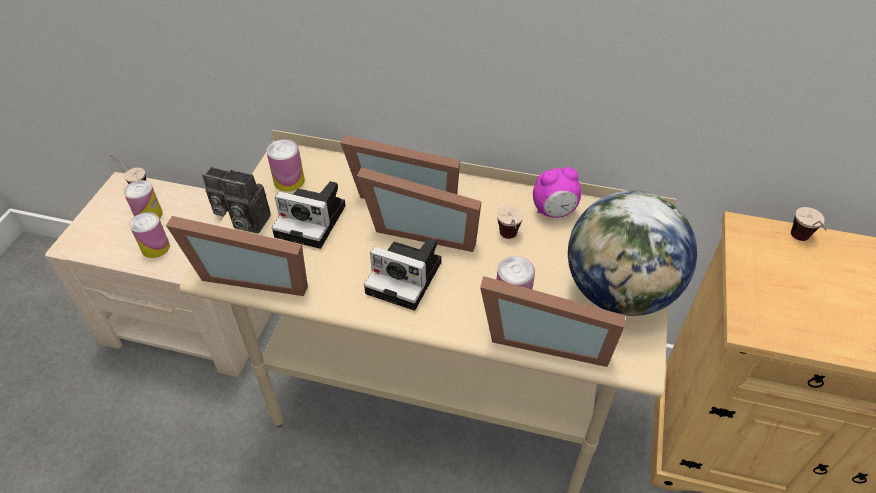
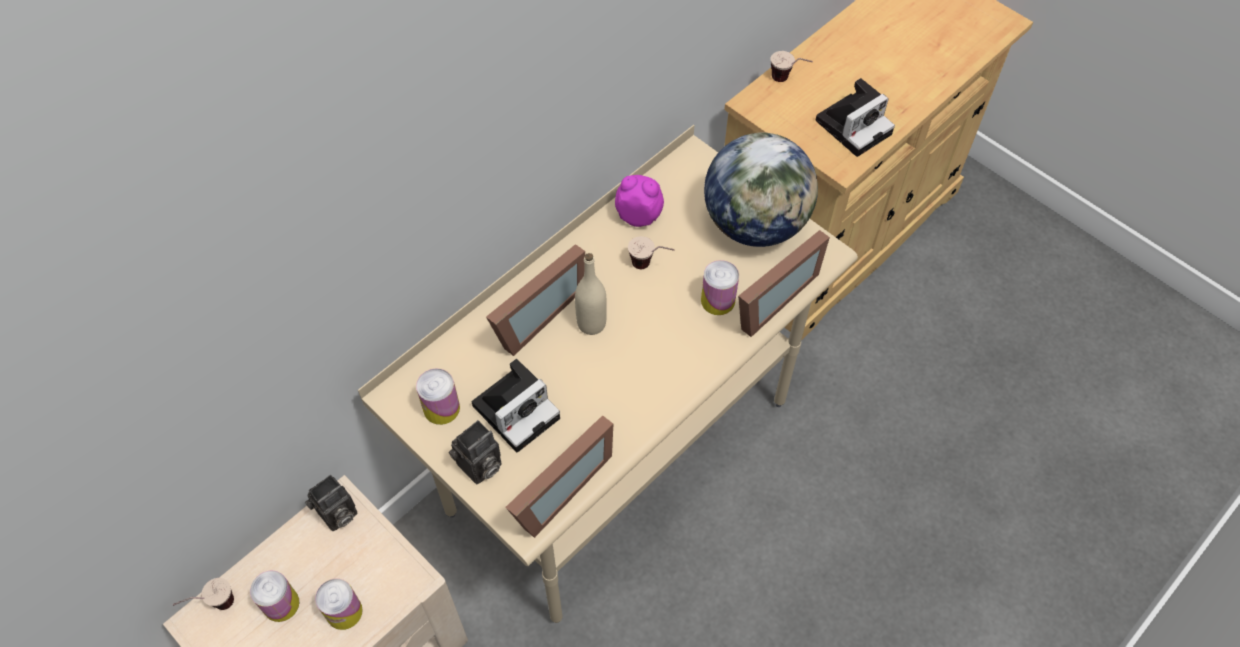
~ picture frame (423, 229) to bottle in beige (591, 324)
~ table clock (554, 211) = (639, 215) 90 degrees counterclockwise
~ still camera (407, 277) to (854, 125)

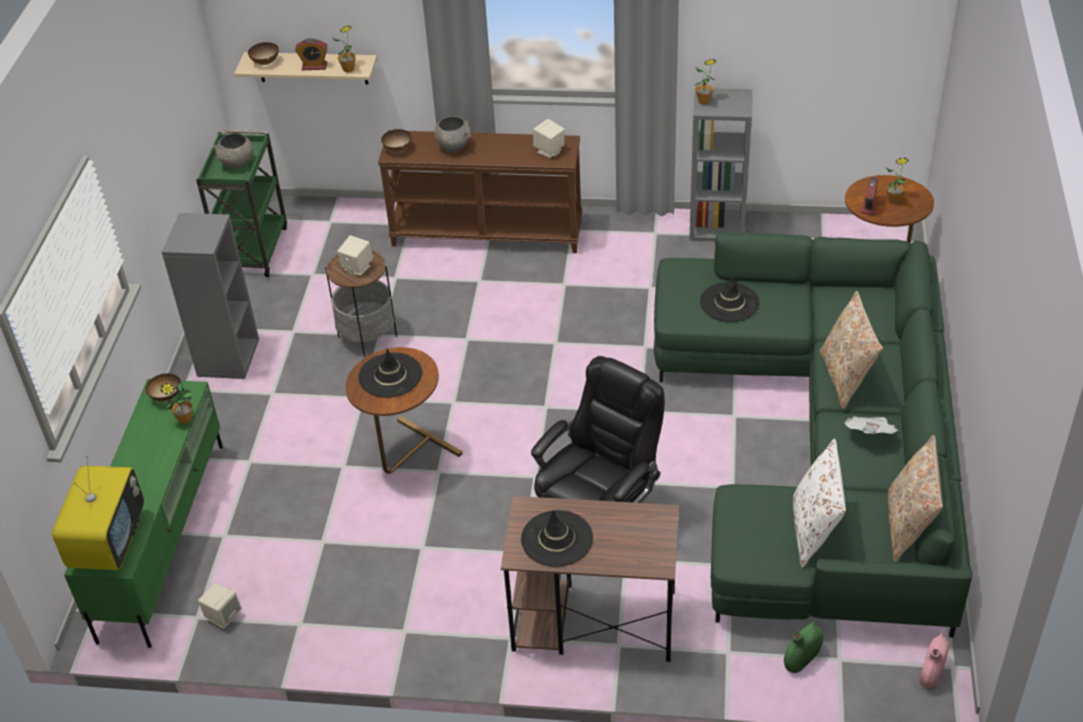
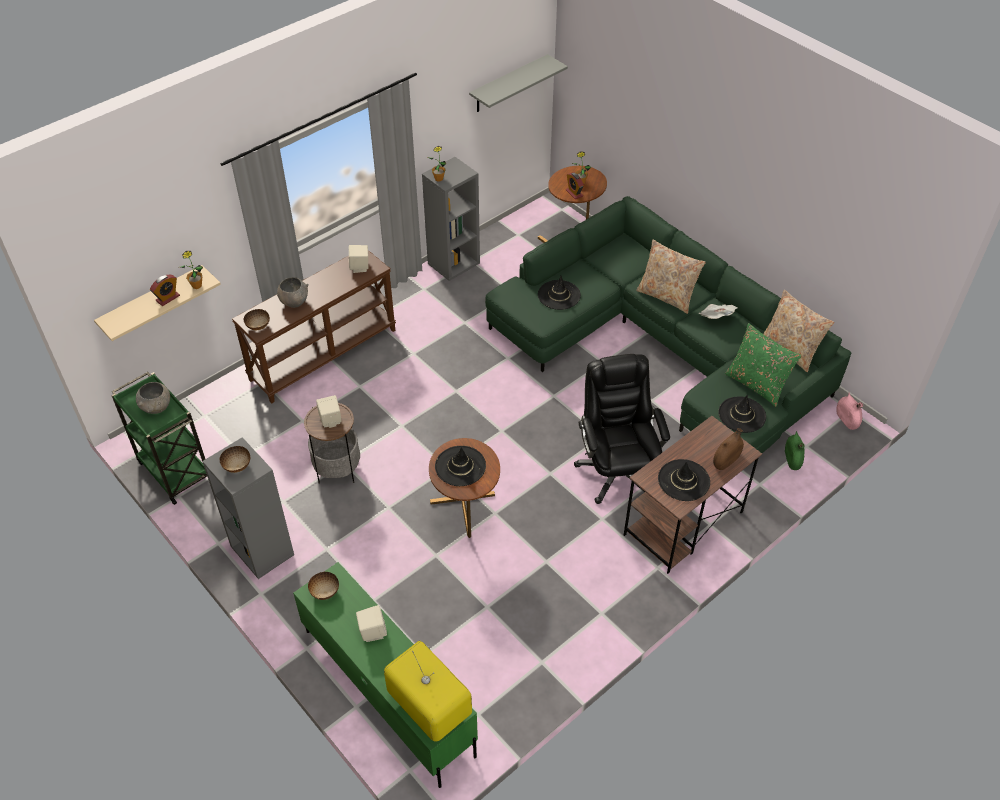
~ deep dish (265, 62) to (236, 466)
- houseplant (185, 419)
~ throw pillow in white-coloured (814, 530) to throw pillow in green-coloured (756, 384)
~ speaker in beige (223, 616) to (372, 632)
+ bracket shelf in greyish (509, 84)
+ wearable hat in black (742, 415)
+ vase in brown-coloured (726, 460)

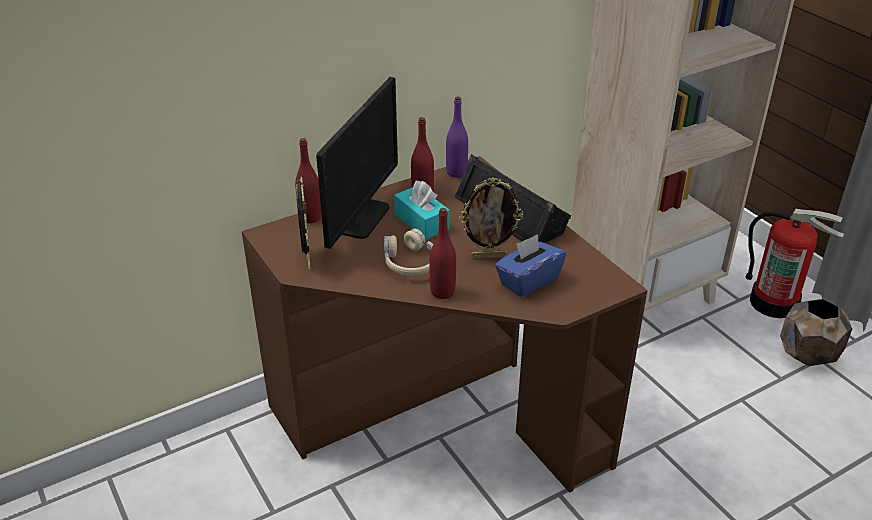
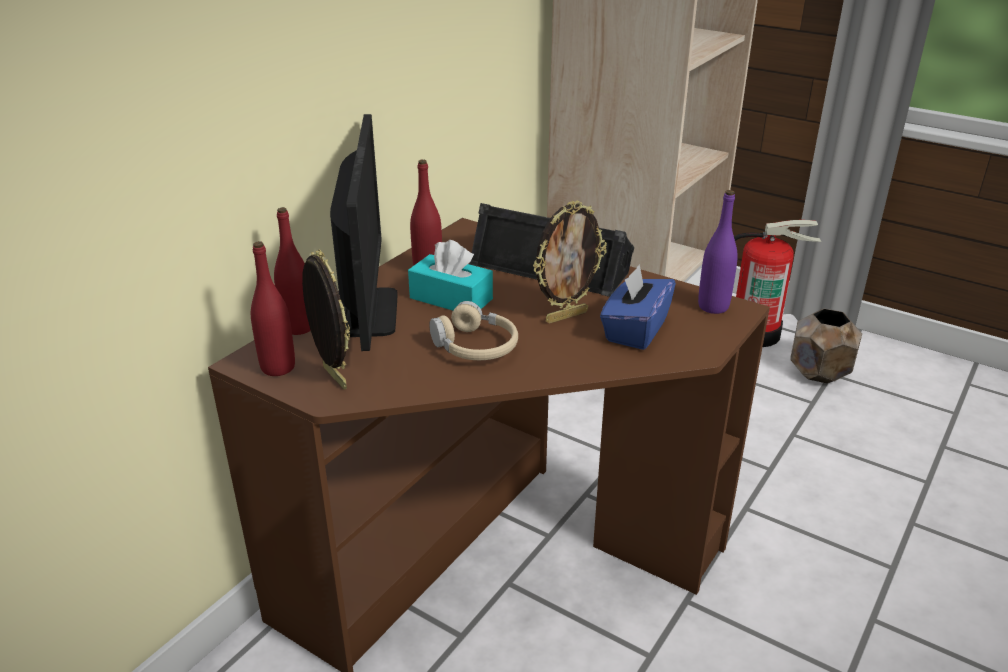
~ bottle in purplish (456, 172) to (713, 307)
~ bottle in red-coloured (442, 292) to (278, 367)

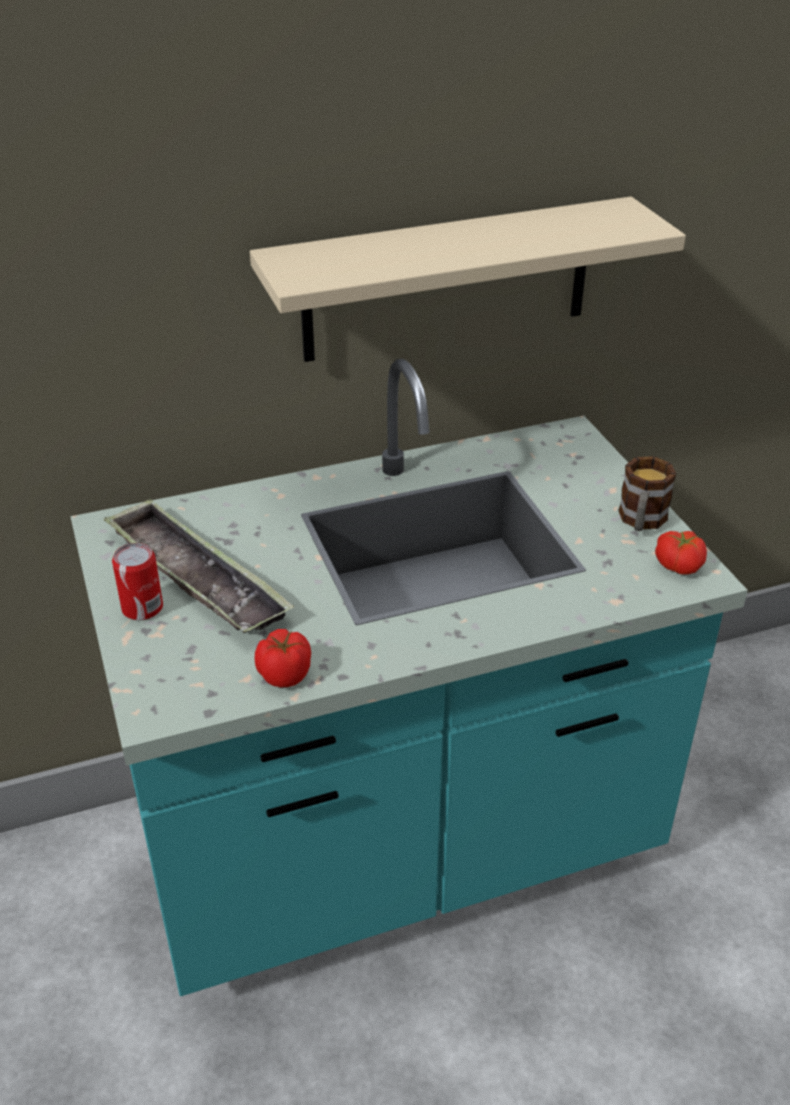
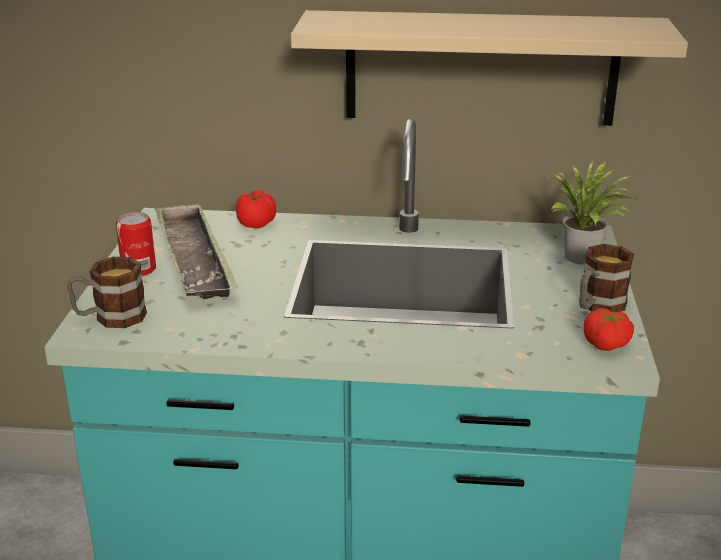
~ whole tomato (286, 674) to (257, 224)
+ houseplant (583, 259)
+ mug (110, 318)

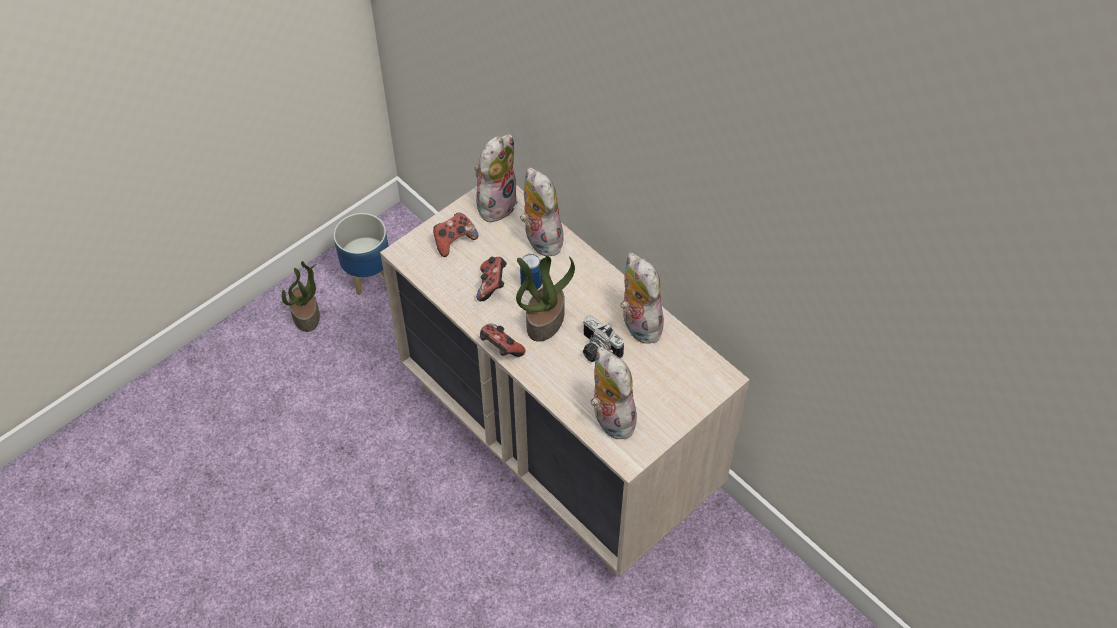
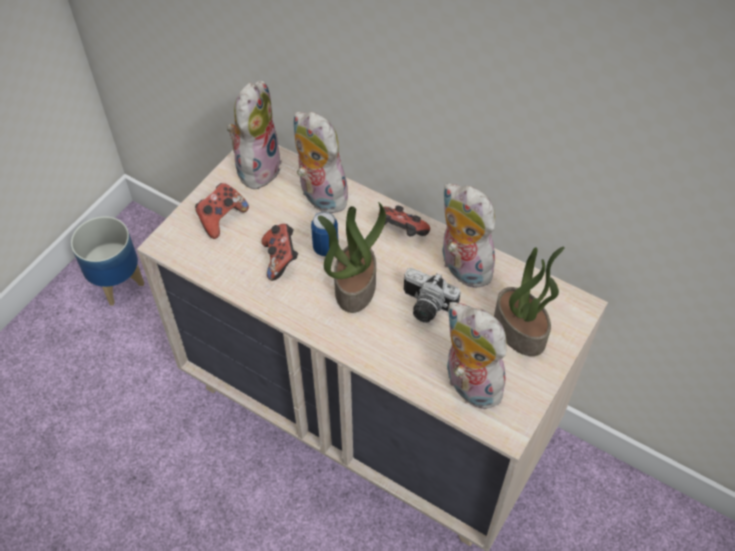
~ houseplant (306, 315) to (521, 330)
~ joypad (500, 349) to (401, 232)

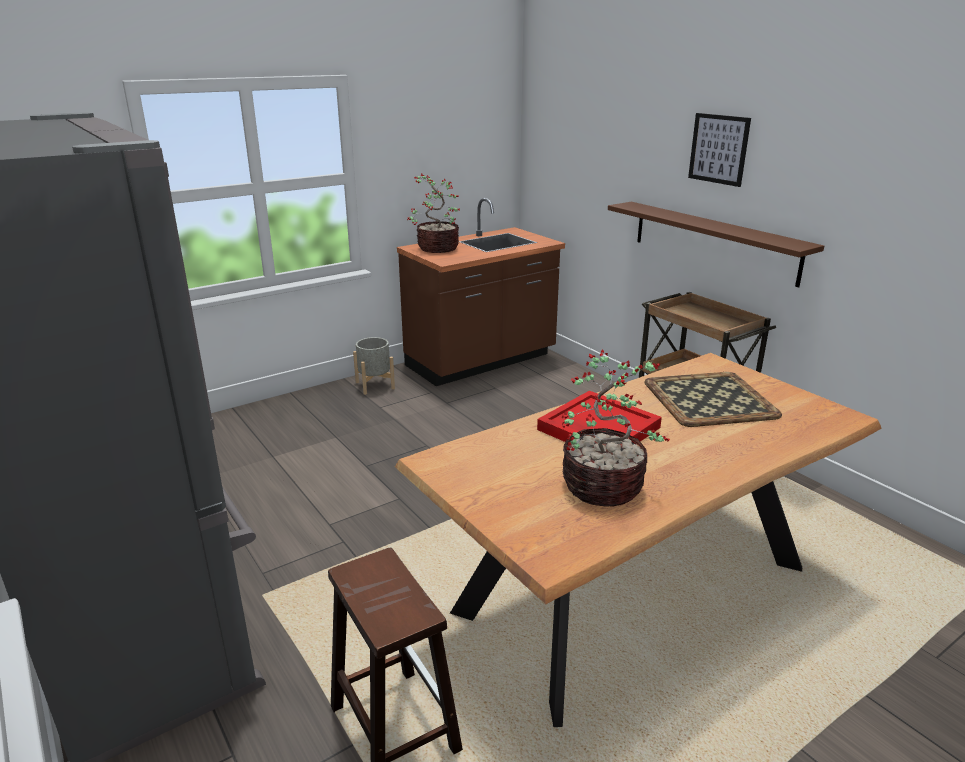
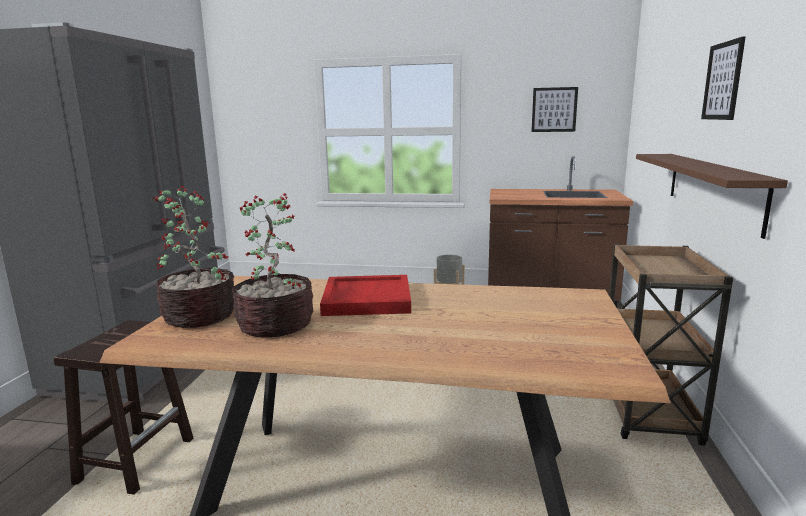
~ houseplant (436, 248) to (198, 315)
- tray (710, 399)
+ wall picture (554, 109)

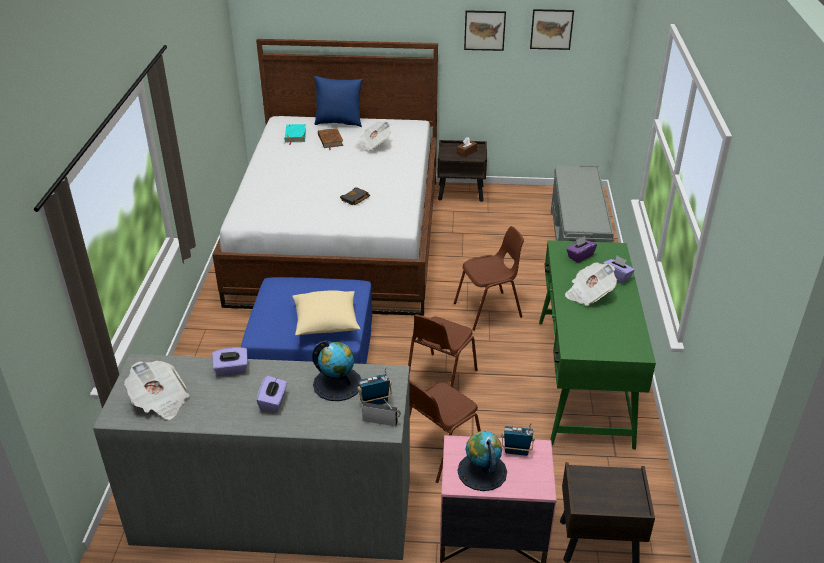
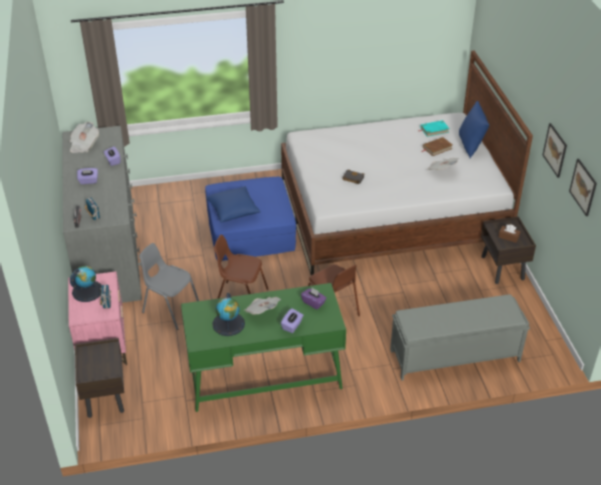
~ throw pillow in beige (326, 323) to throw pillow in blue-coloured (233, 211)
~ globe (337, 384) to (228, 324)
~ upright chair in brown-coloured (439, 451) to upright chair in greyish (170, 309)

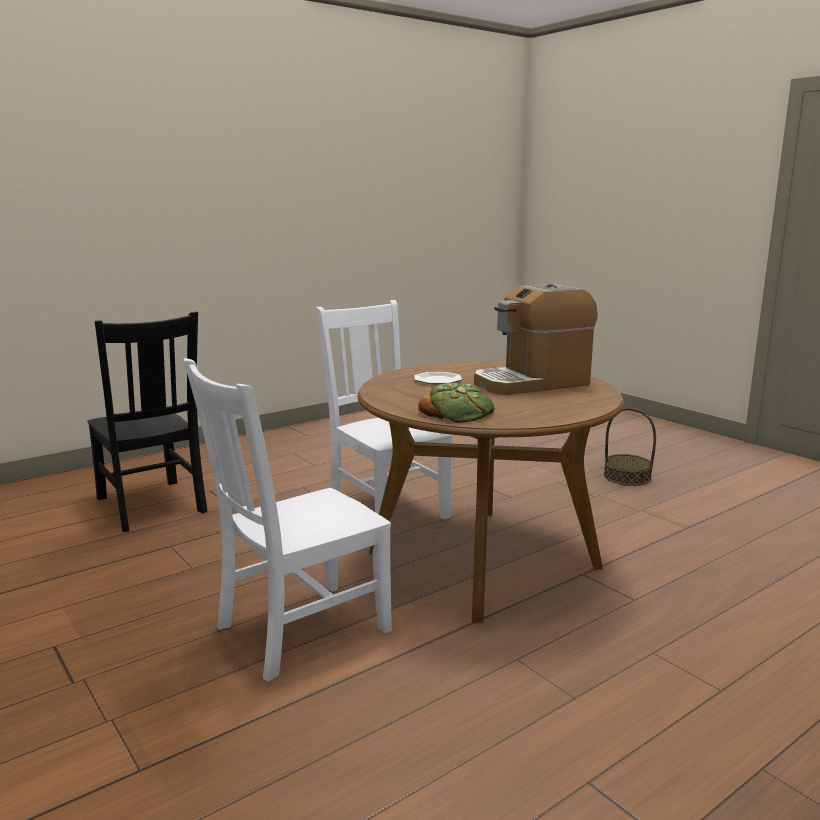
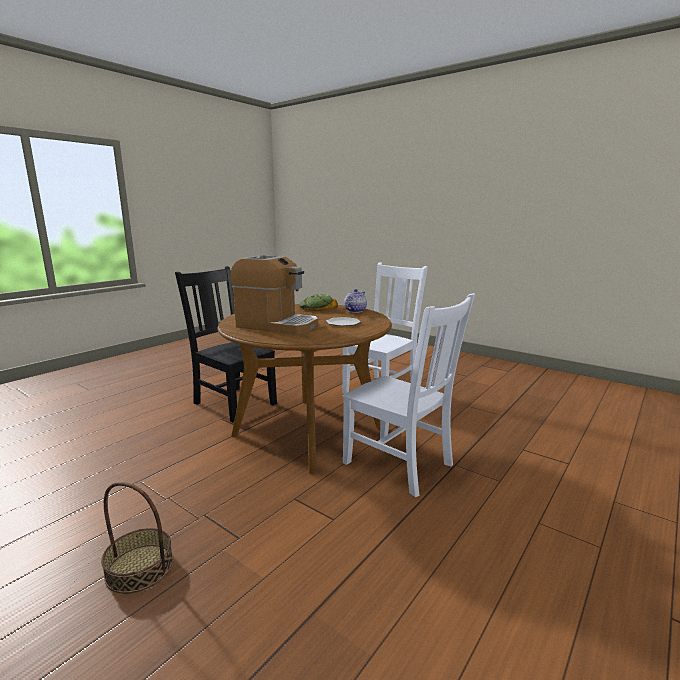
~ coffee brewer (531, 383) = (277, 325) 60 degrees clockwise
~ upright chair in black (152, 506) to (233, 402)
+ teapot (355, 311)

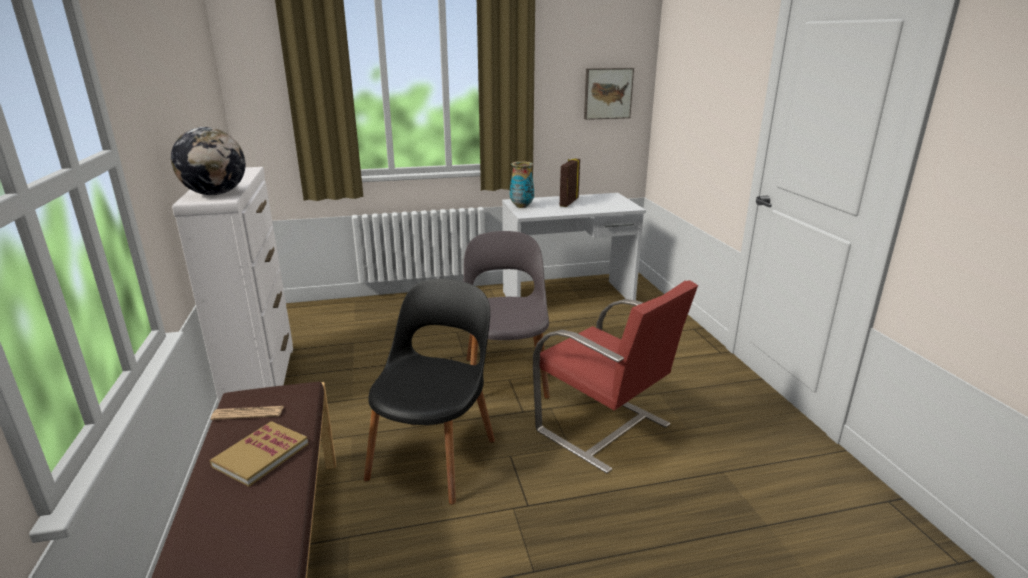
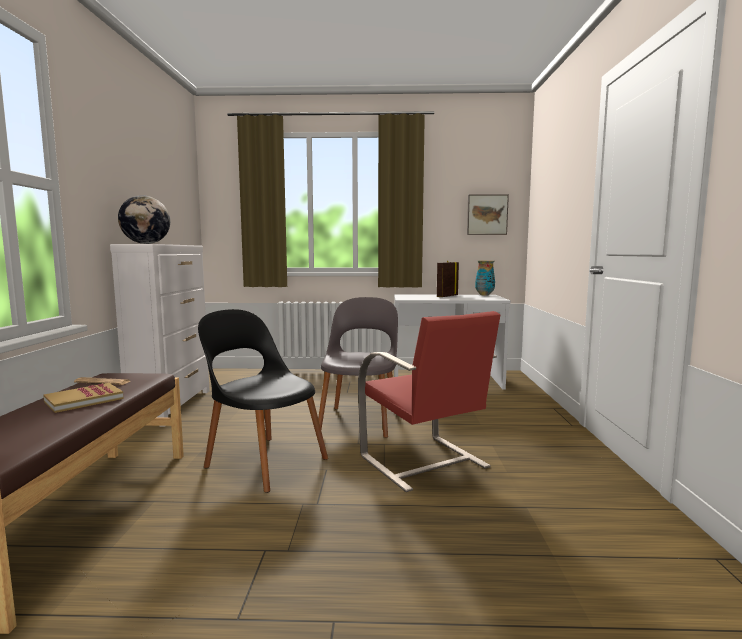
~ vase (521, 206) to (484, 295)
~ upright chair in black (435, 455) = (263, 461) 90 degrees counterclockwise

